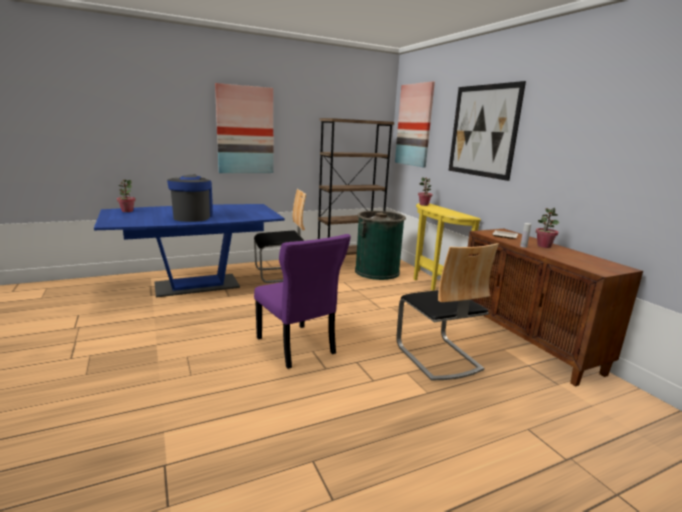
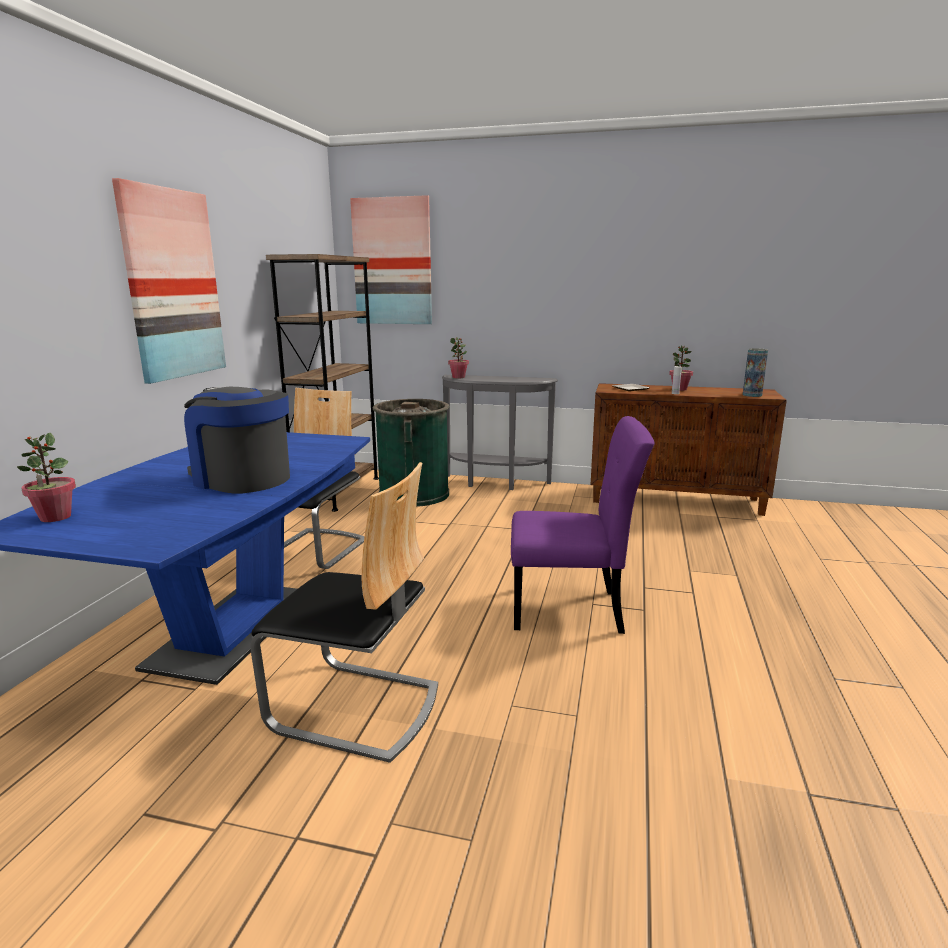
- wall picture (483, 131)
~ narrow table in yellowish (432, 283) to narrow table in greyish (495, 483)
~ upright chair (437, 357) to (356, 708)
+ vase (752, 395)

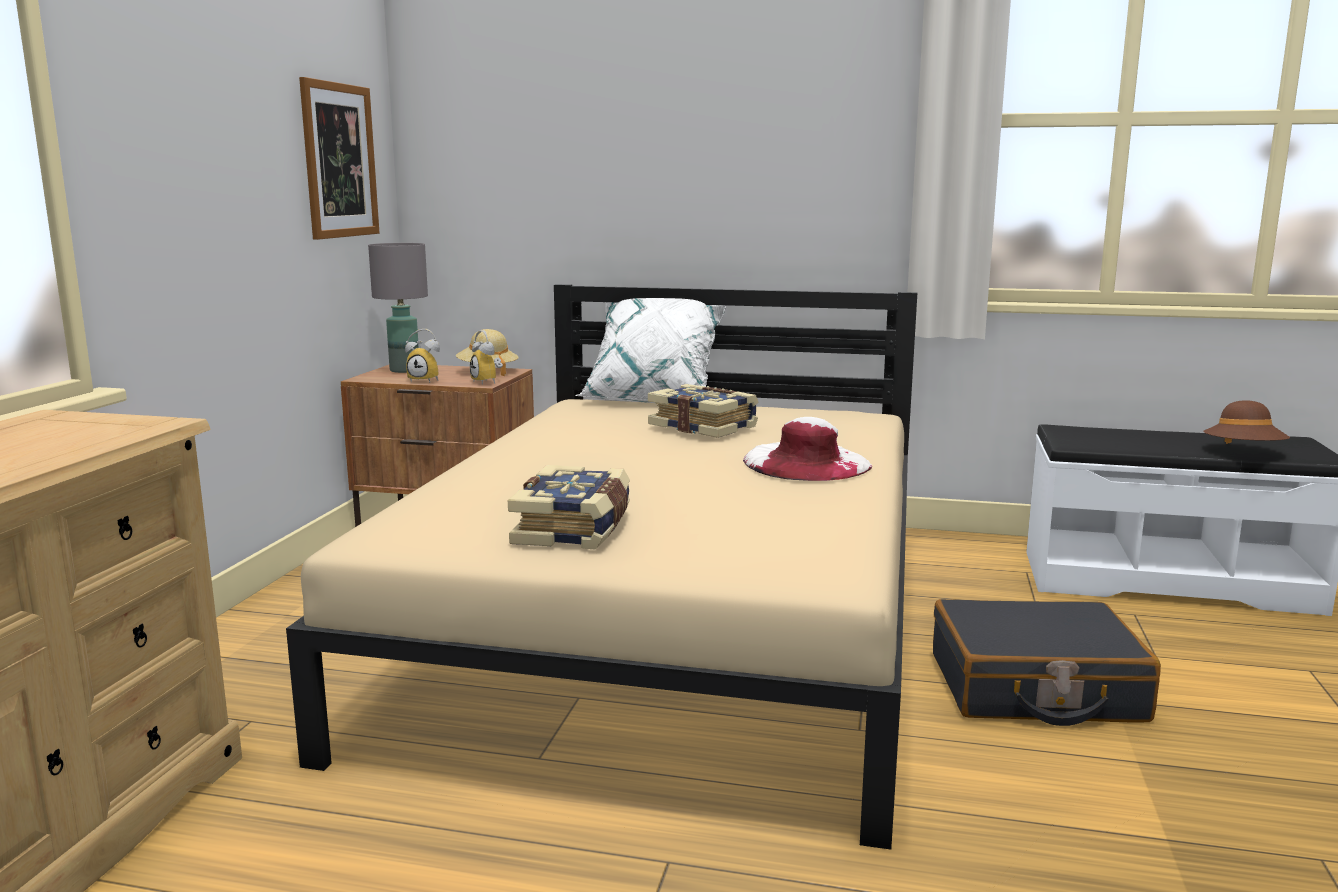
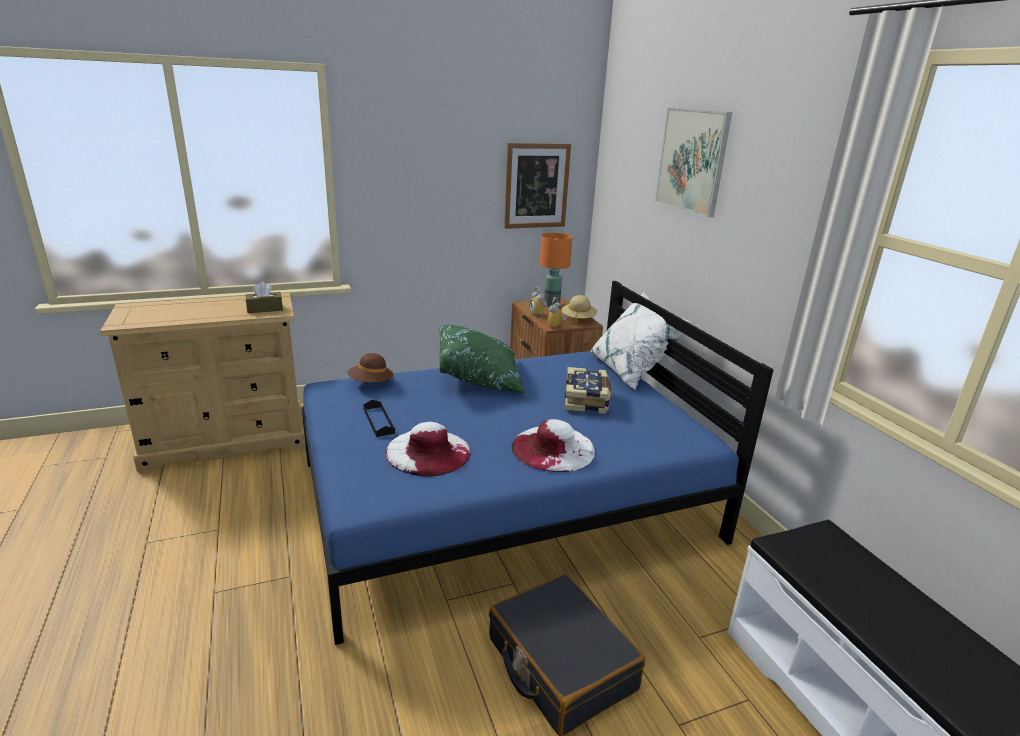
~ table lamp in greyish (404, 370) to table lamp in orangey (551, 304)
~ bedroom bed in beige (673, 629) to bedroom bed in blue-coloured (504, 499)
~ wearable hat in brown-coloured (1243, 453) to (371, 383)
~ bound book (575, 529) to tray in black (378, 421)
+ wall picture (692, 160)
+ tissue box in brown-coloured (265, 309)
+ throw pillow in green-coloured (479, 378)
+ wearable hat in white-coloured (428, 452)

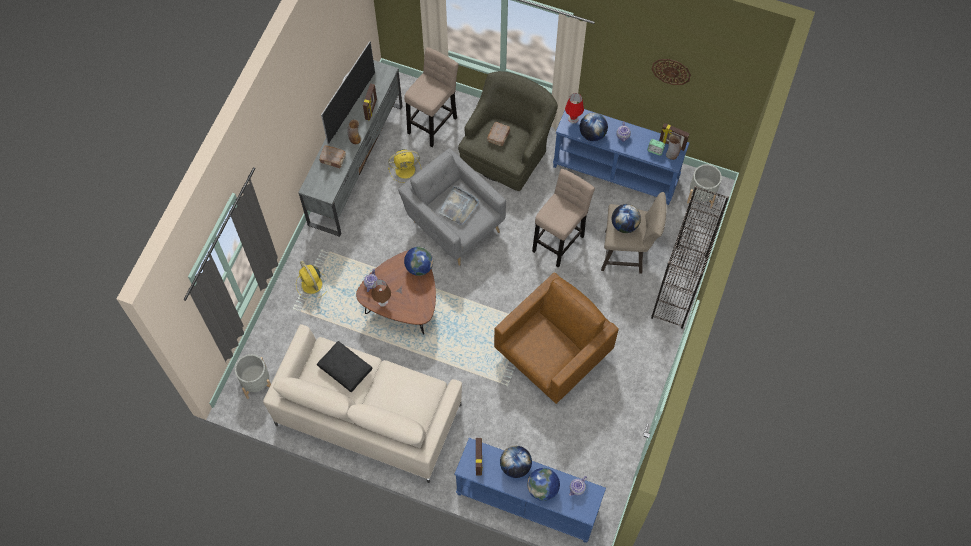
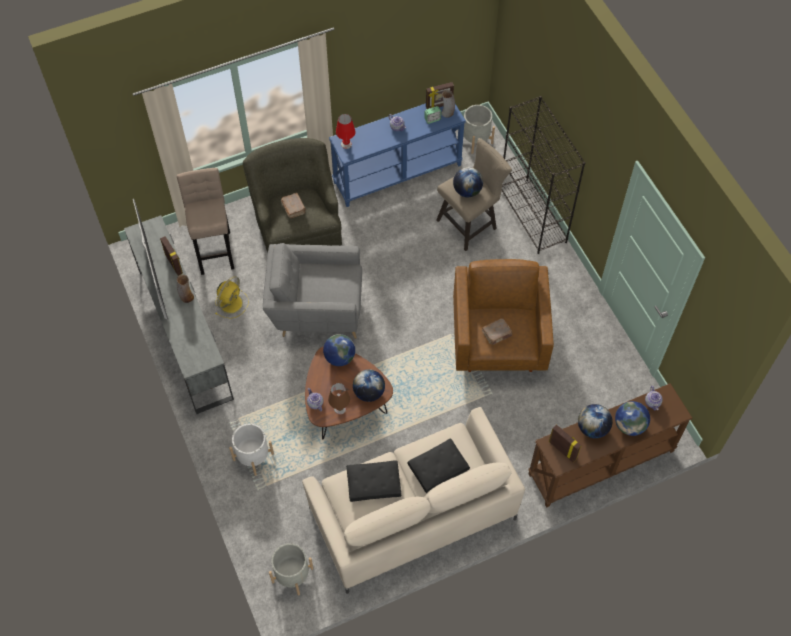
- hanging clock (671, 71)
~ globe (592, 134) to (369, 392)
~ bound book in brown-coloured (333, 159) to (497, 334)
- stool in beige (559, 241)
- tray in greyish (458, 206)
~ electric fan in yellowish (312, 285) to planter in white-coloured (253, 456)
~ narrow table in blue-coloured (526, 502) to narrow table in brown-coloured (601, 464)
+ throw pillow in black (438, 469)

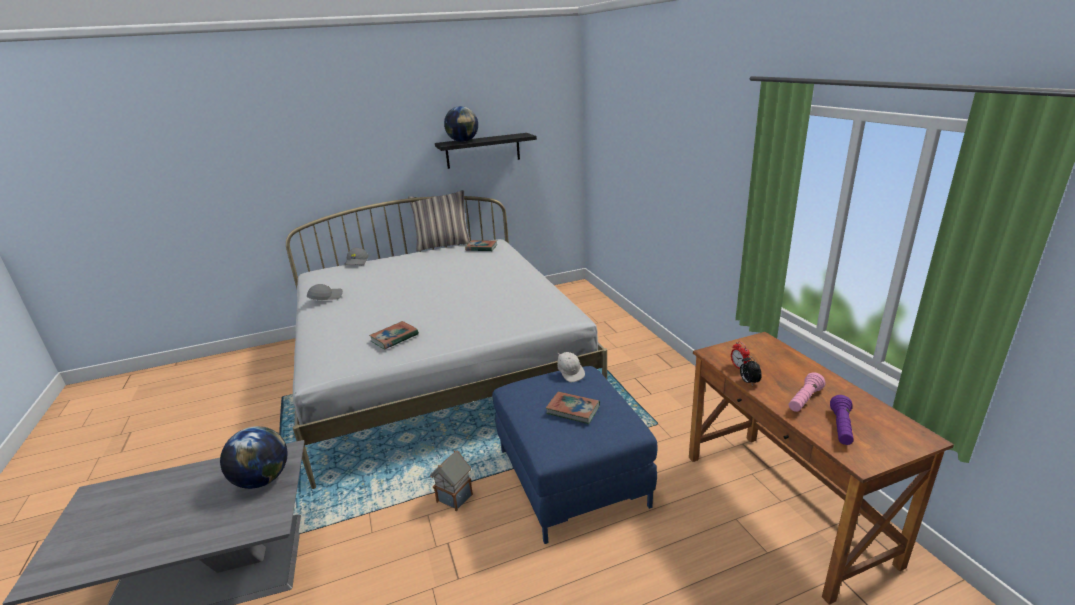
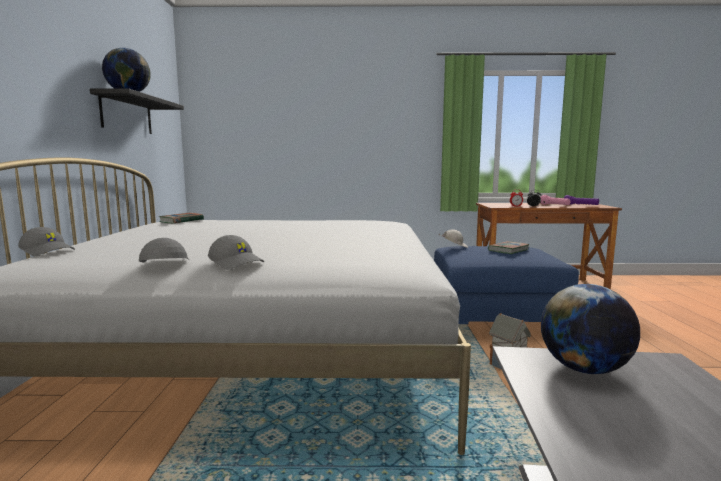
- throw pillow (443, 245)
- bound book (394, 338)
+ cap in greyish (237, 263)

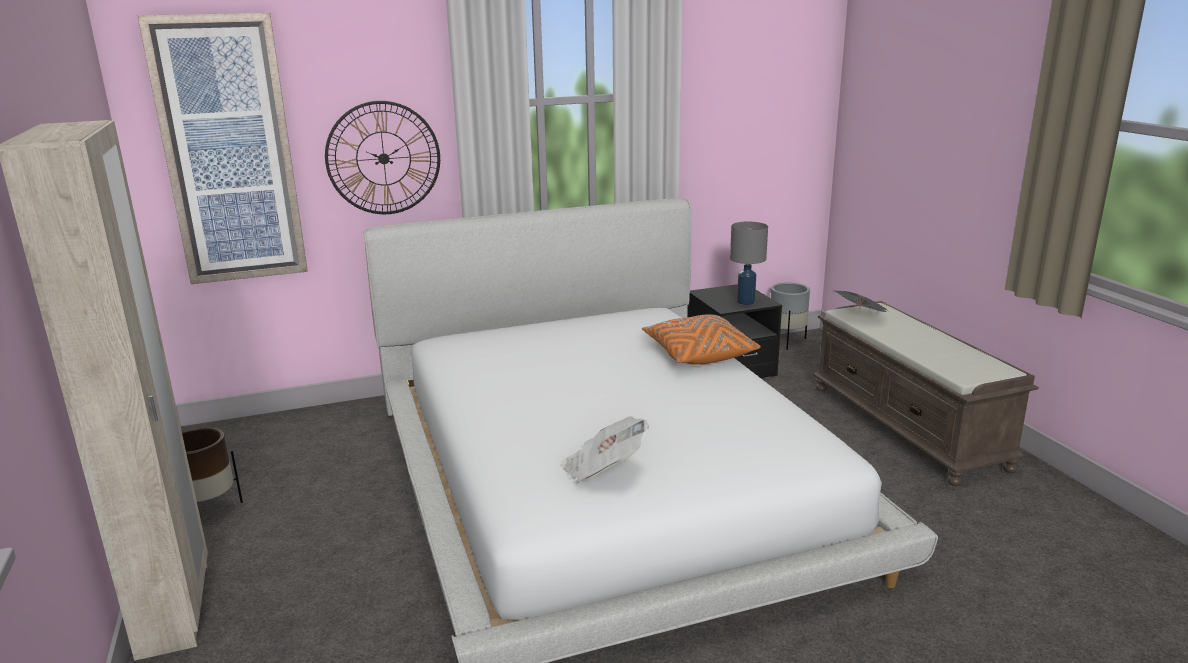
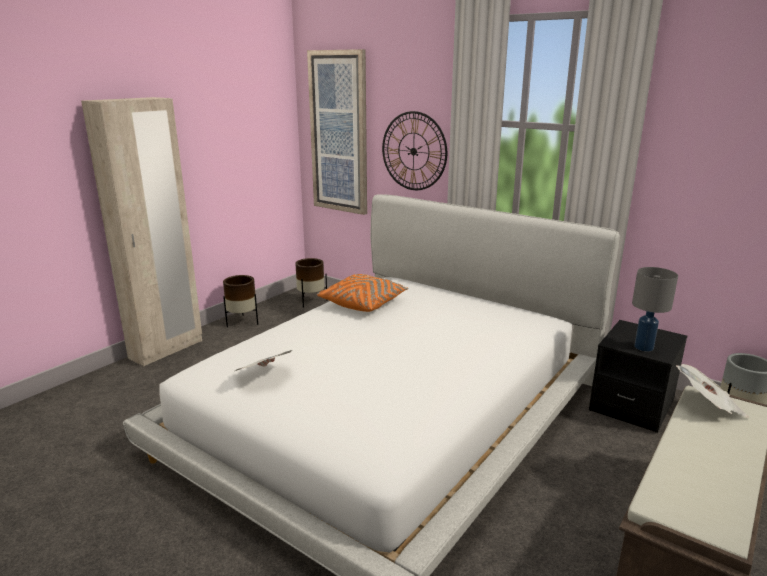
~ throw pillow in orangey (698, 354) to (363, 303)
+ planter in brown-coloured (311, 301)

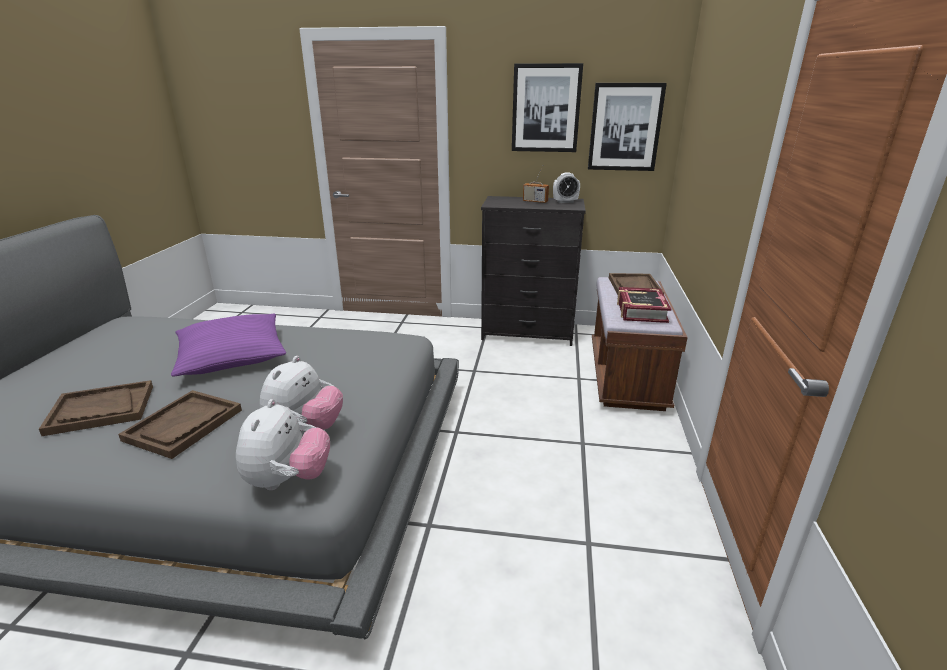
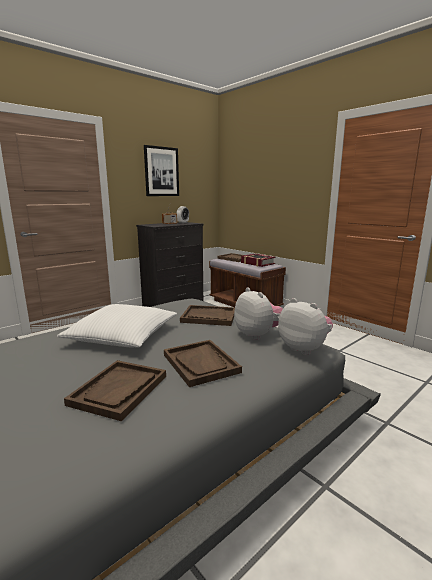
- wall picture (625, 127)
~ throw pillow in purplish (232, 356) to throw pillow in white-coloured (123, 336)
+ tray in brown-coloured (208, 317)

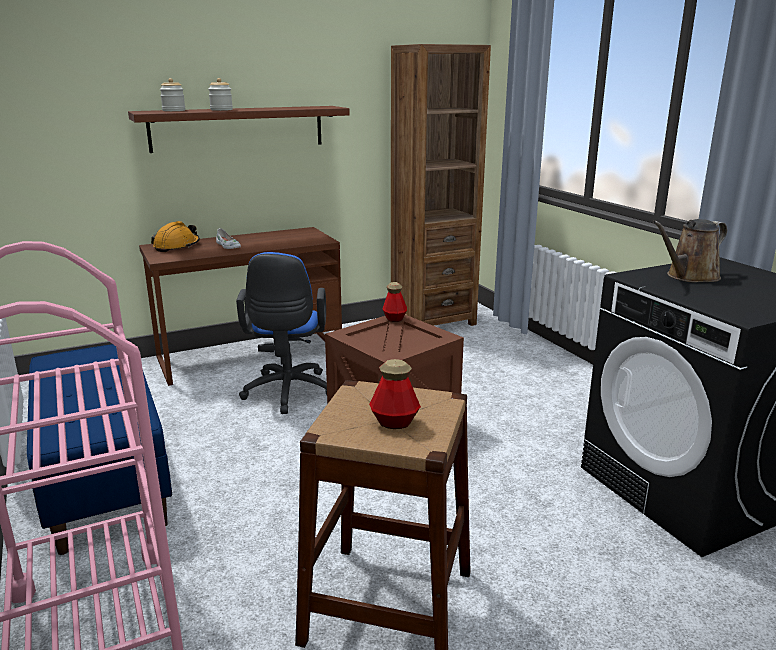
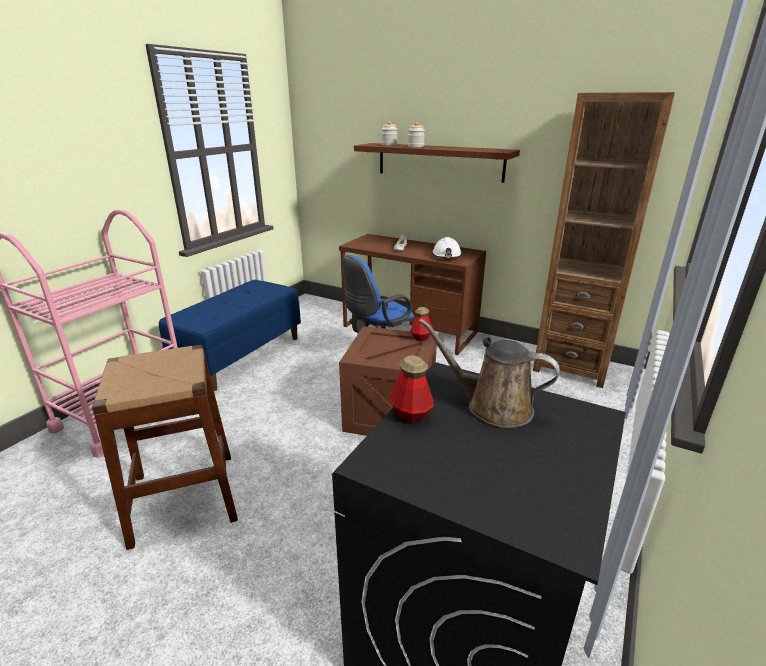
- safety helmet in orangey (177, 246)
~ bottle (394, 422) to (410, 414)
+ safety helmet in white-coloured (446, 256)

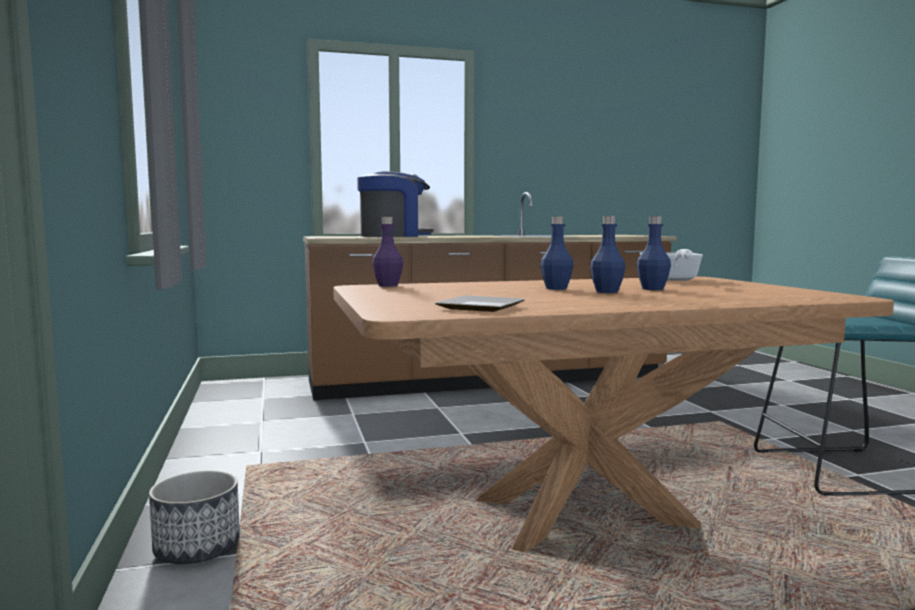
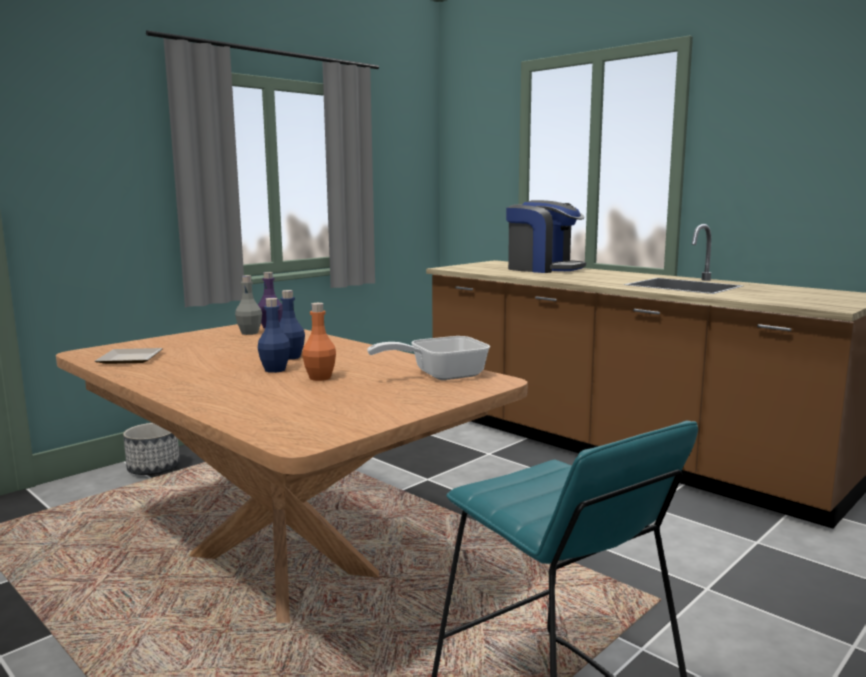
~ bottle in blue-coloured (652, 289) to bottle in orangey (320, 378)
+ bottle in greyish (249, 333)

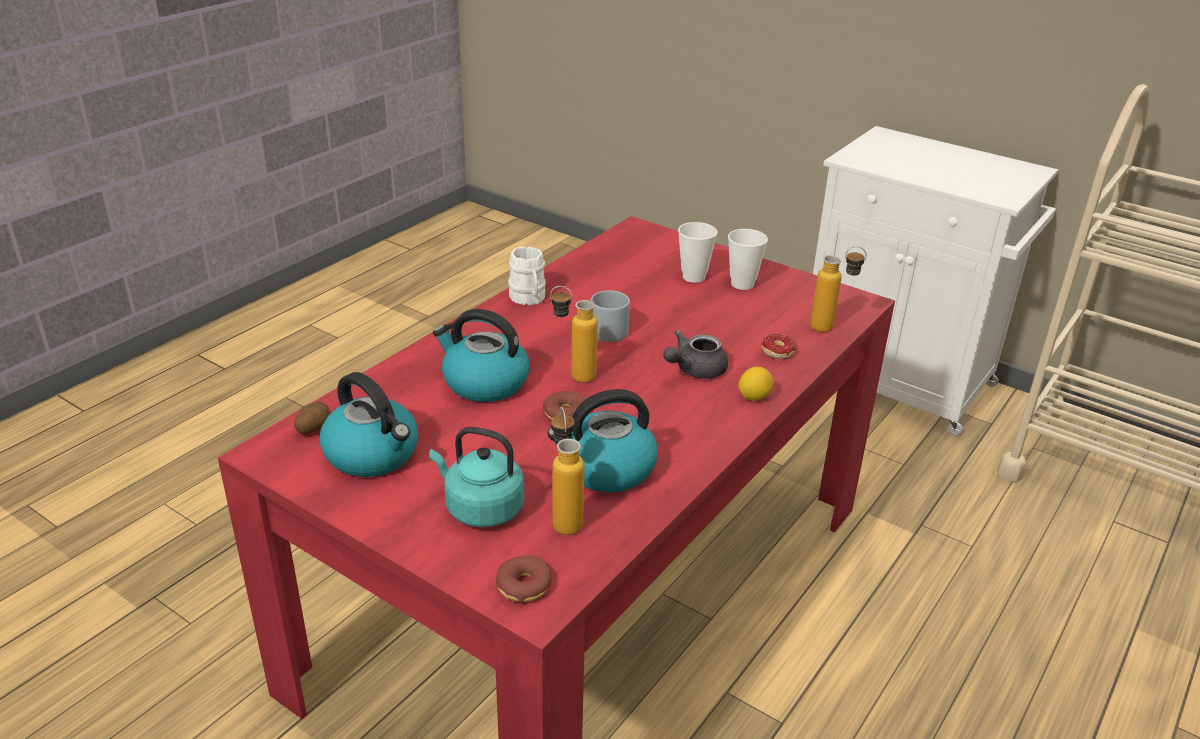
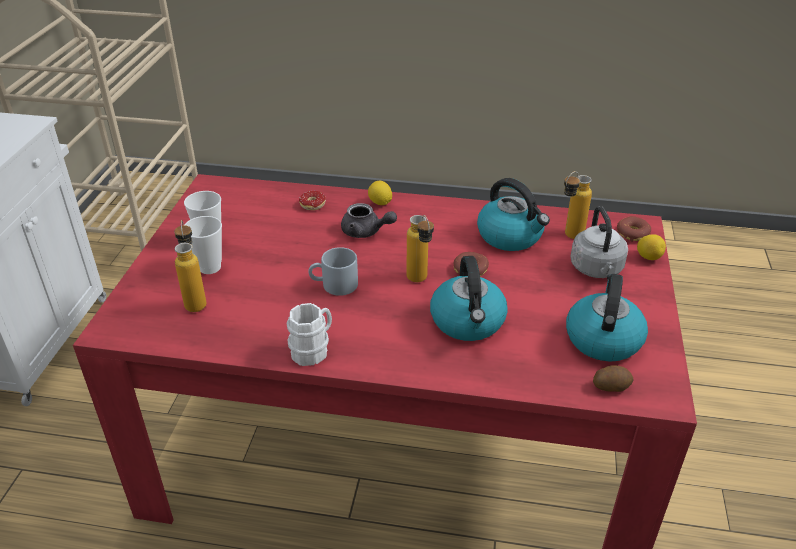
~ bottle (831, 329) to (195, 300)
~ kettle in turquoise-coloured (480, 508) to kettle in greyish (597, 269)
+ citrus fruit (648, 257)

